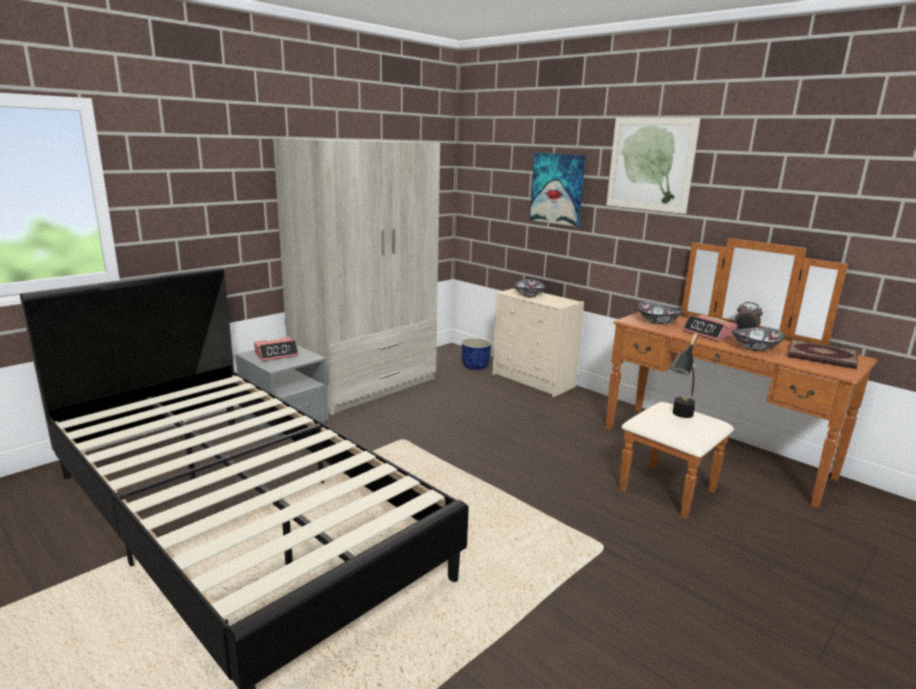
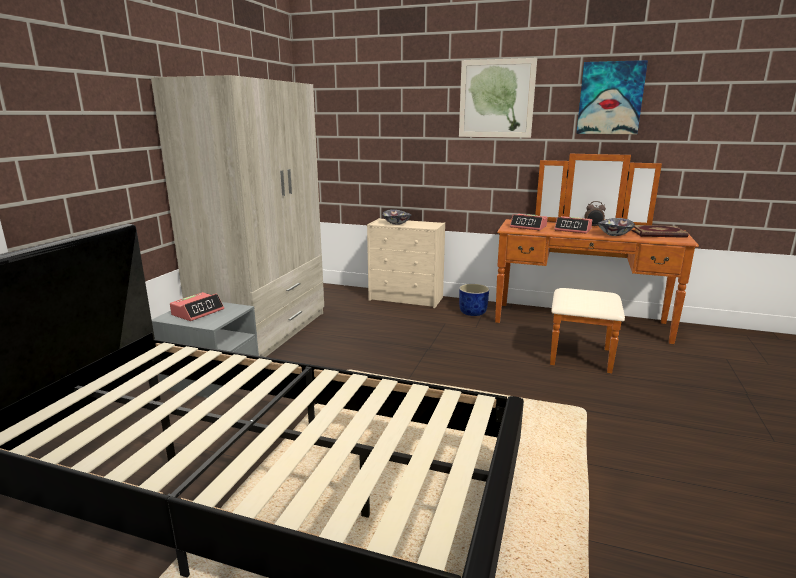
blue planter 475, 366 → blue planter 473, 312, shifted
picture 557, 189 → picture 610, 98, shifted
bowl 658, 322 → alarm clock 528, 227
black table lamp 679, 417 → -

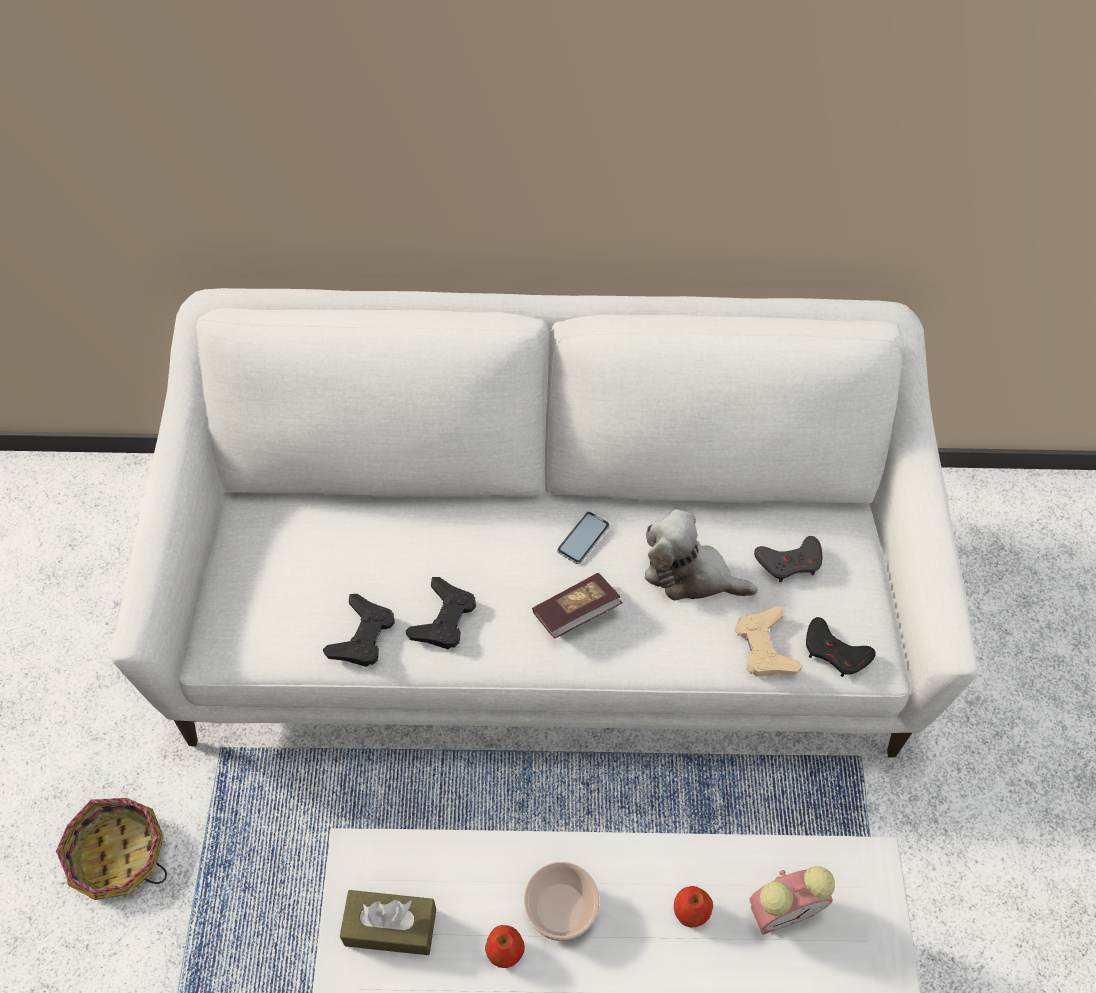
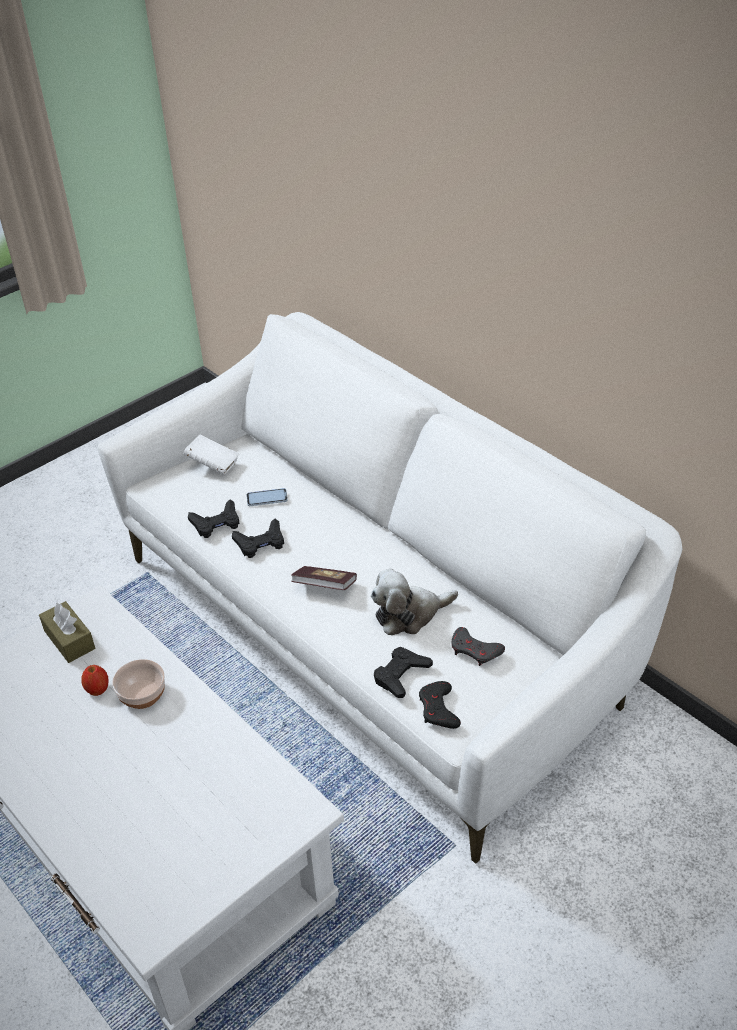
basket 118, 855 → -
phone 583, 538 → phone 267, 498, shifted
plush toy 690, 574 → plush toy 409, 614, 90 degrees counterclockwise
apple 690, 912 → -
beige game controller 764, 646 → black game controller 401, 675
alarm clock 784, 909 → -
- → white book 213, 464

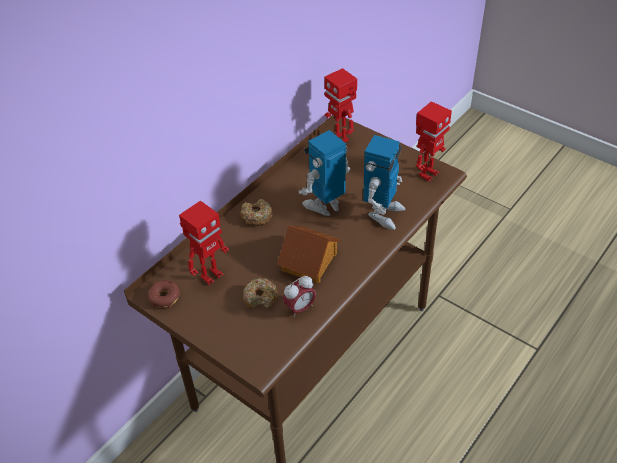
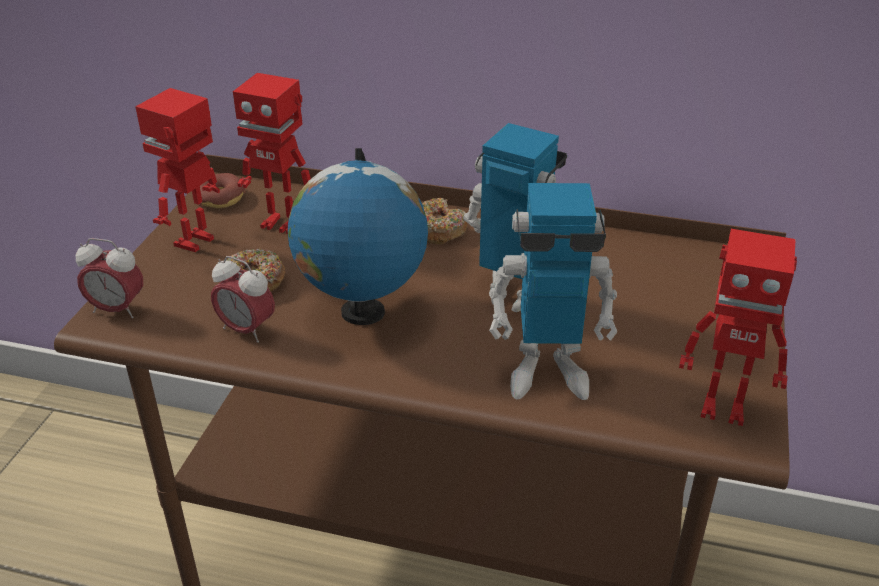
toy house 310, 262 → globe 362, 313
toy robot 340, 139 → toy robot 196, 242, shifted
- → alarm clock 117, 309

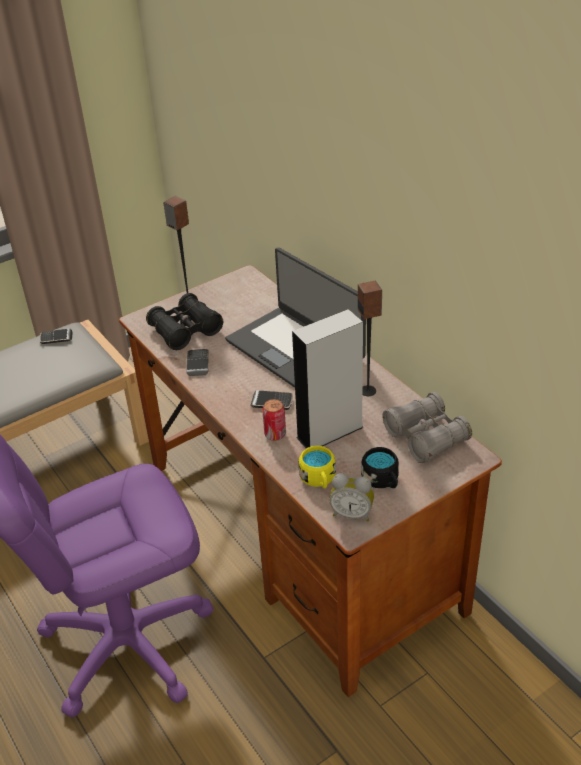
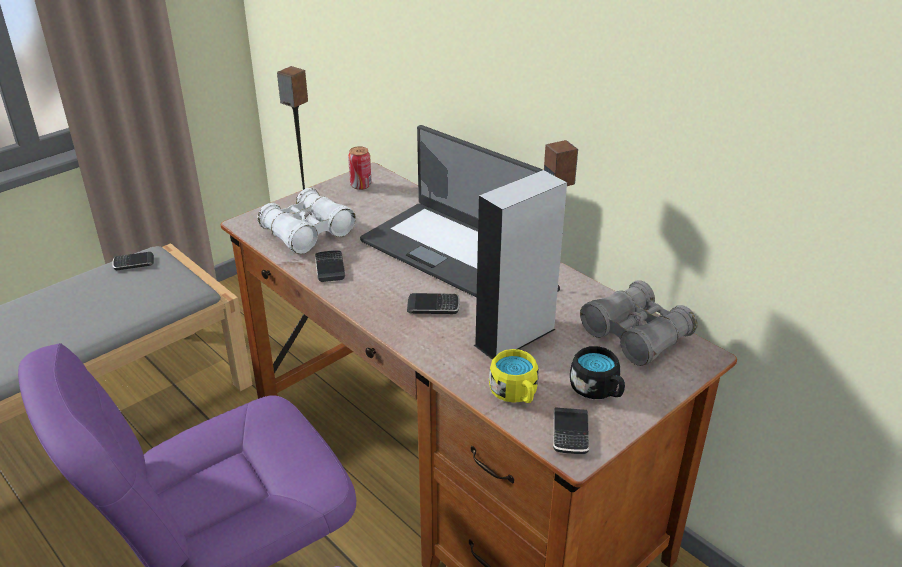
black binoculars 185, 331 → white binoculars 307, 233
can 275, 434 → can 361, 185, shifted
alarm clock 352, 513 → phone 570, 433

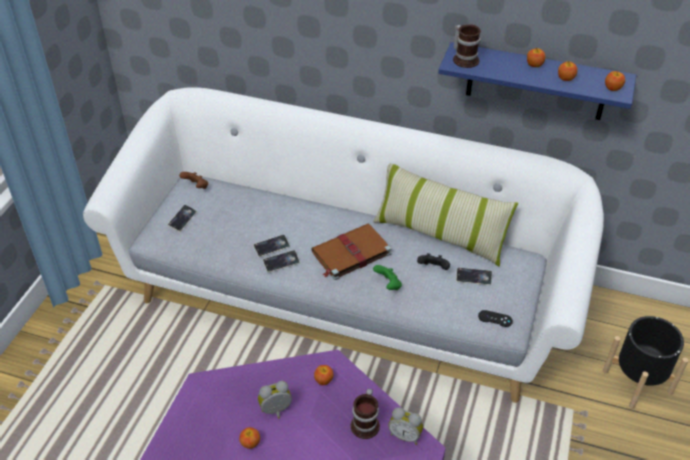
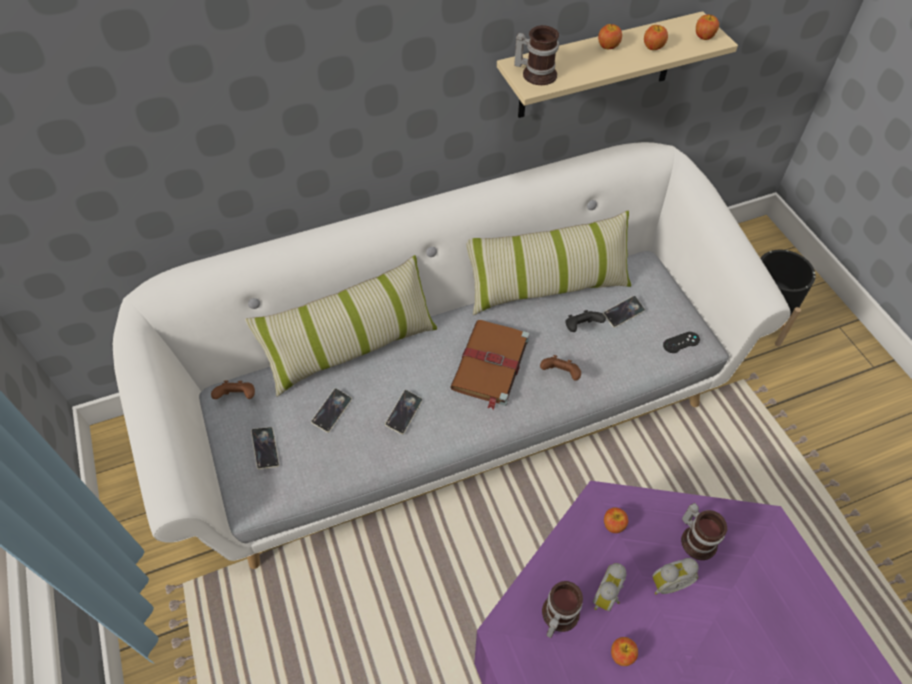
phone 281, 263 → phone 332, 412, shifted
green game controller 388, 285 → brown game controller 560, 374
alarm clock 405, 435 → alarm clock 668, 582, shifted
blue shelf 536, 82 → beige shelf 597, 67
- → pillow 351, 348
- → mug 557, 615

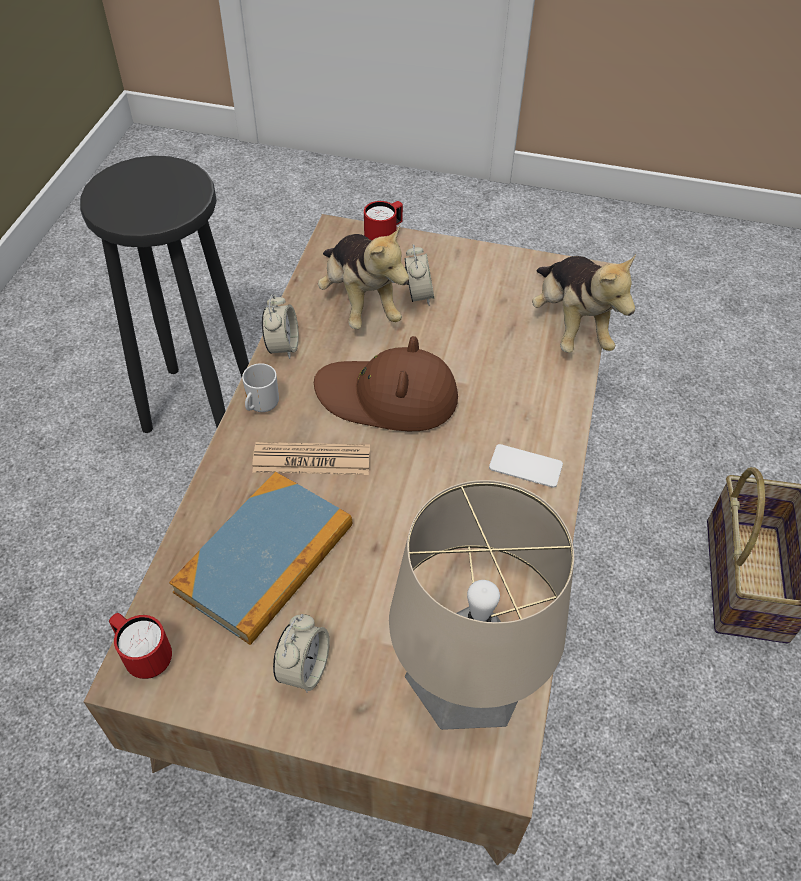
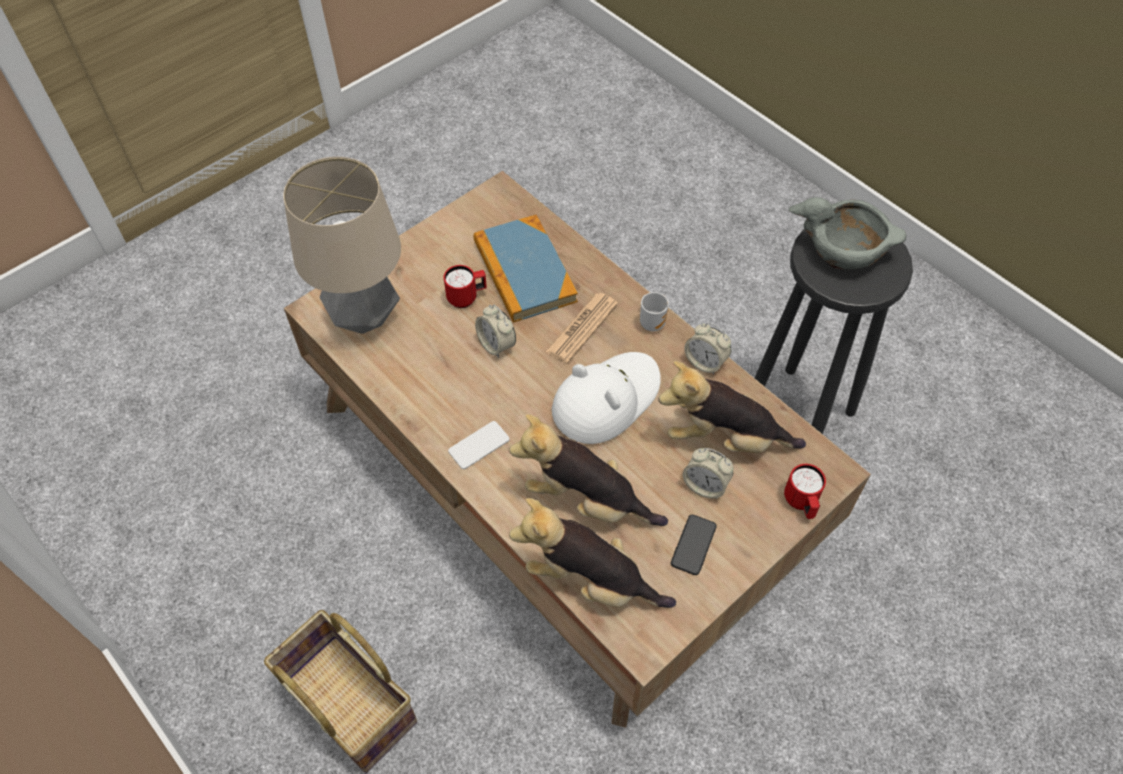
red mug 144, 656 → red mug 467, 297, shifted
alarm clock 304, 669 → alarm clock 496, 344, shifted
brown hat 387, 397 → white hat 606, 399
- → plush toy 586, 500
- → phone 693, 545
- → grey bowl 845, 249

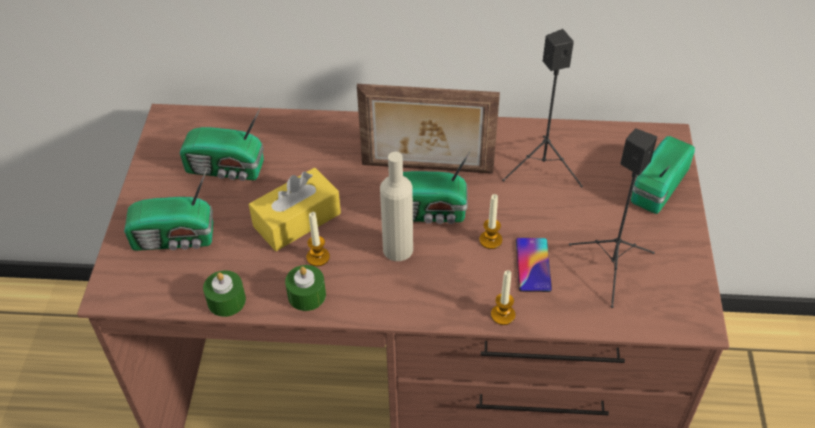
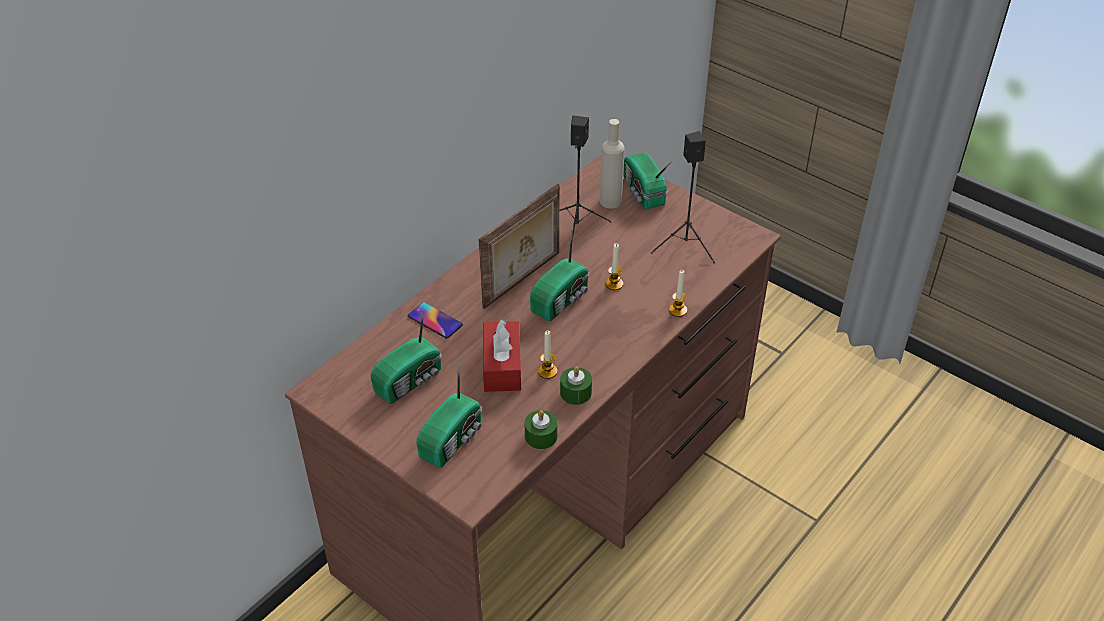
yellow tissue box 297, 220 → red tissue box 502, 366
beige bottle 398, 249 → beige bottle 610, 201, shifted
phone 533, 265 → phone 435, 320, shifted

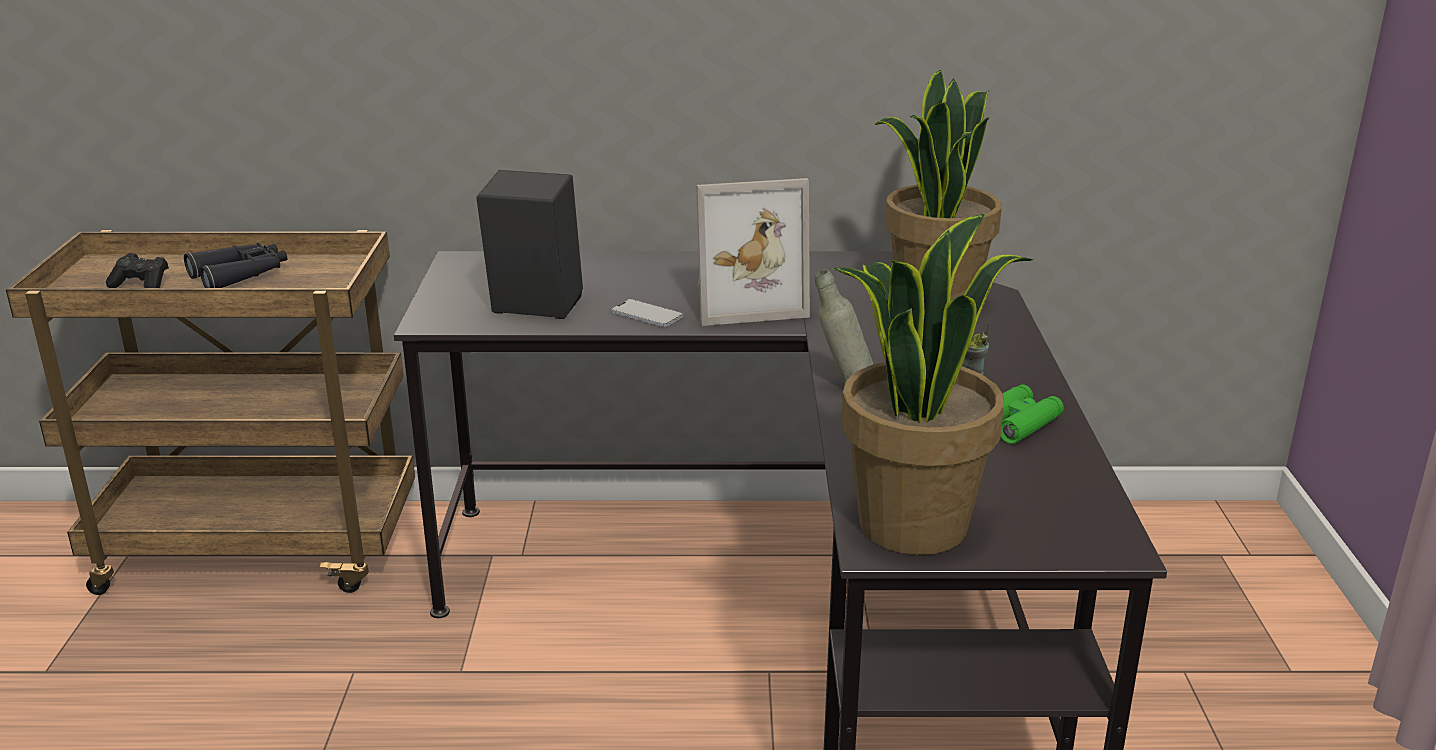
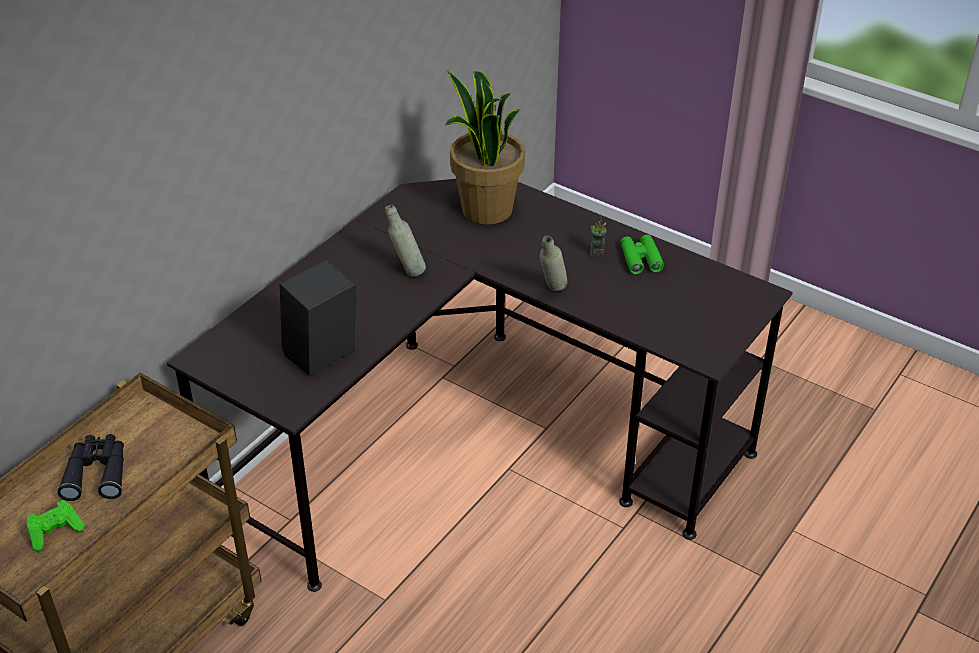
black game controller 142, 286 → green game controller 55, 532
phone 647, 315 → -
picture frame 745, 301 → grey bottle 407, 271
potted plant 912, 524 → -

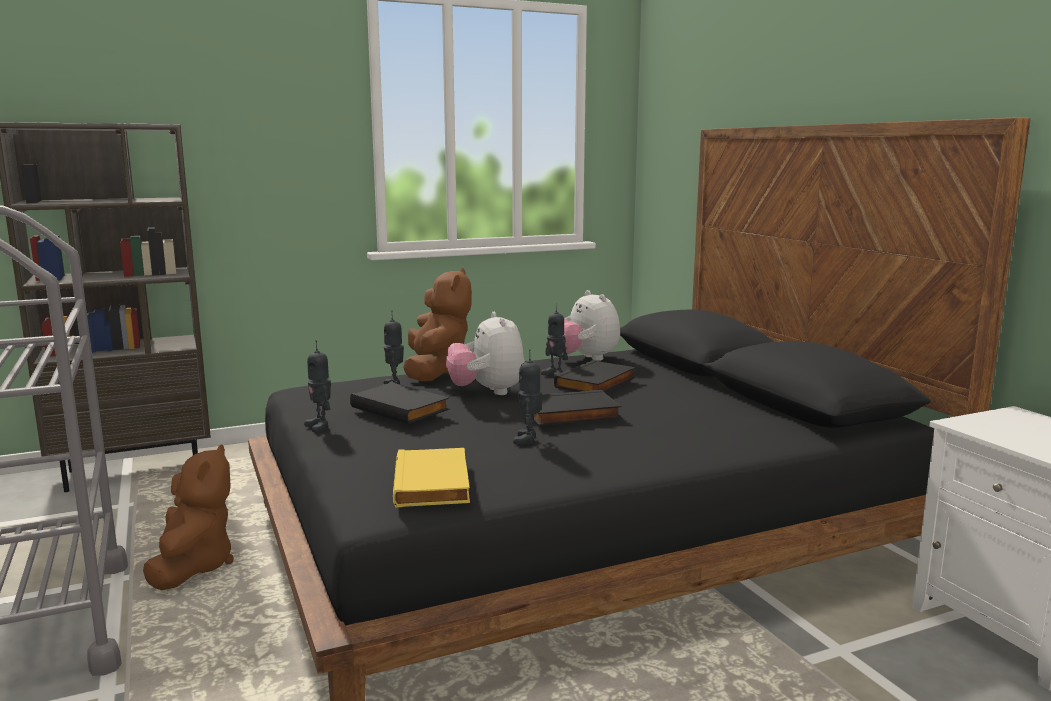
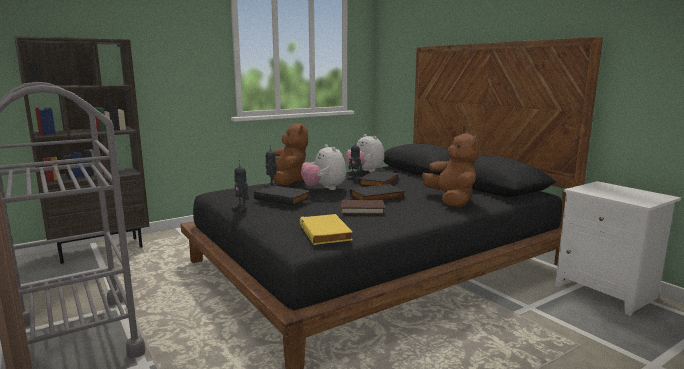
brown plush toy 193, 566 → brown plush toy 451, 201, shifted
toy robot 528, 440 → brown book 362, 210

